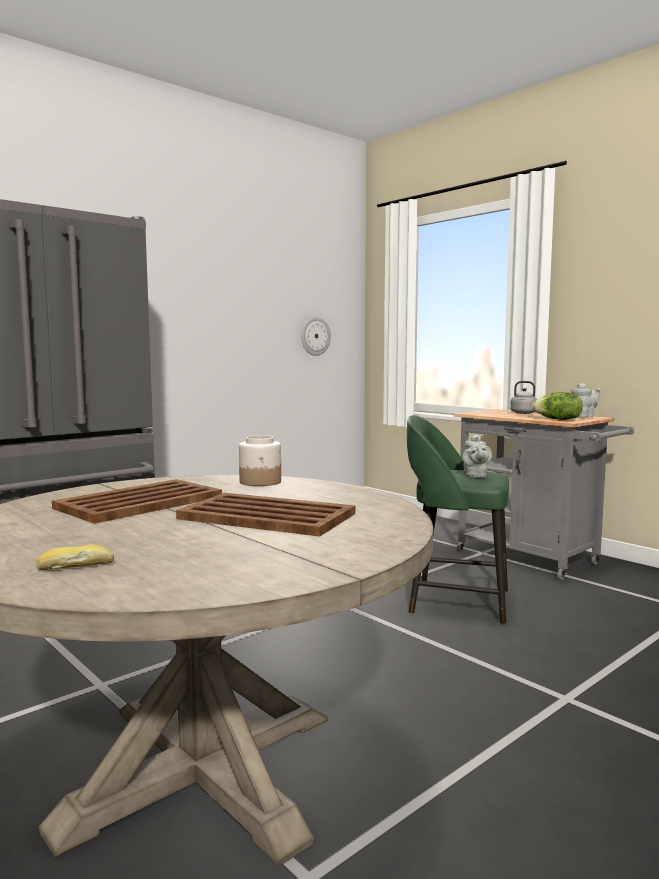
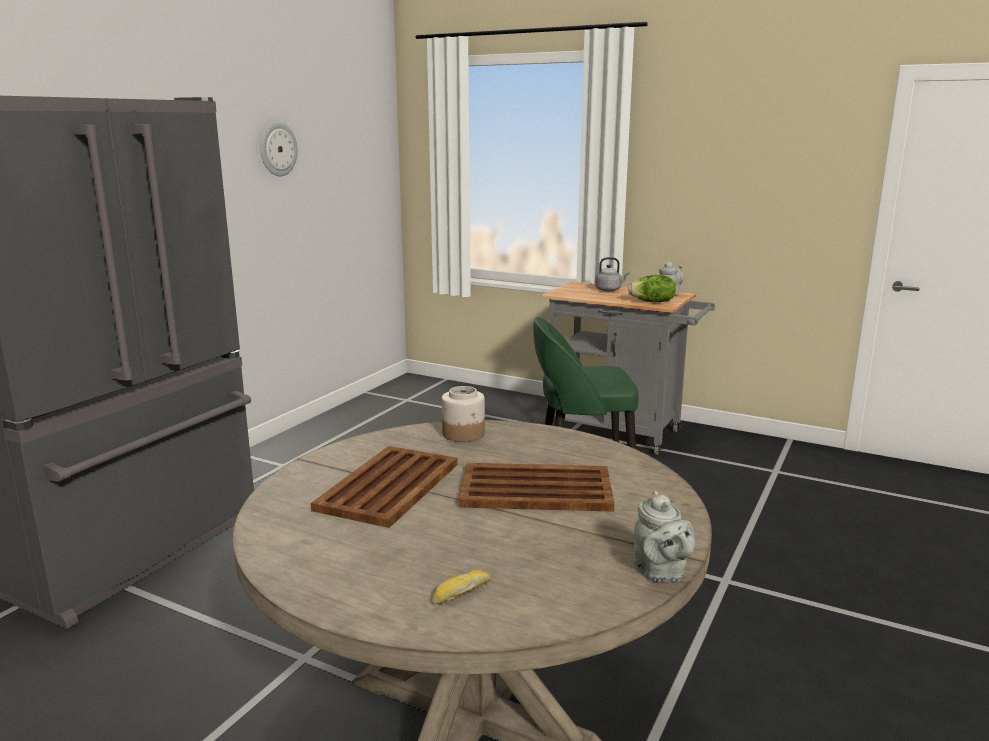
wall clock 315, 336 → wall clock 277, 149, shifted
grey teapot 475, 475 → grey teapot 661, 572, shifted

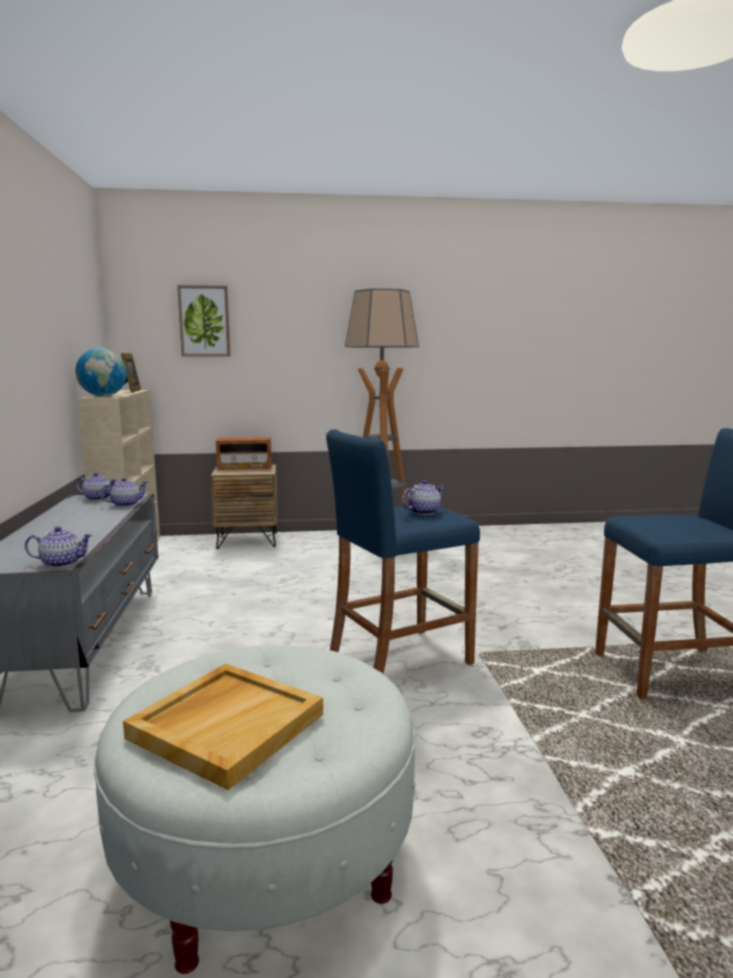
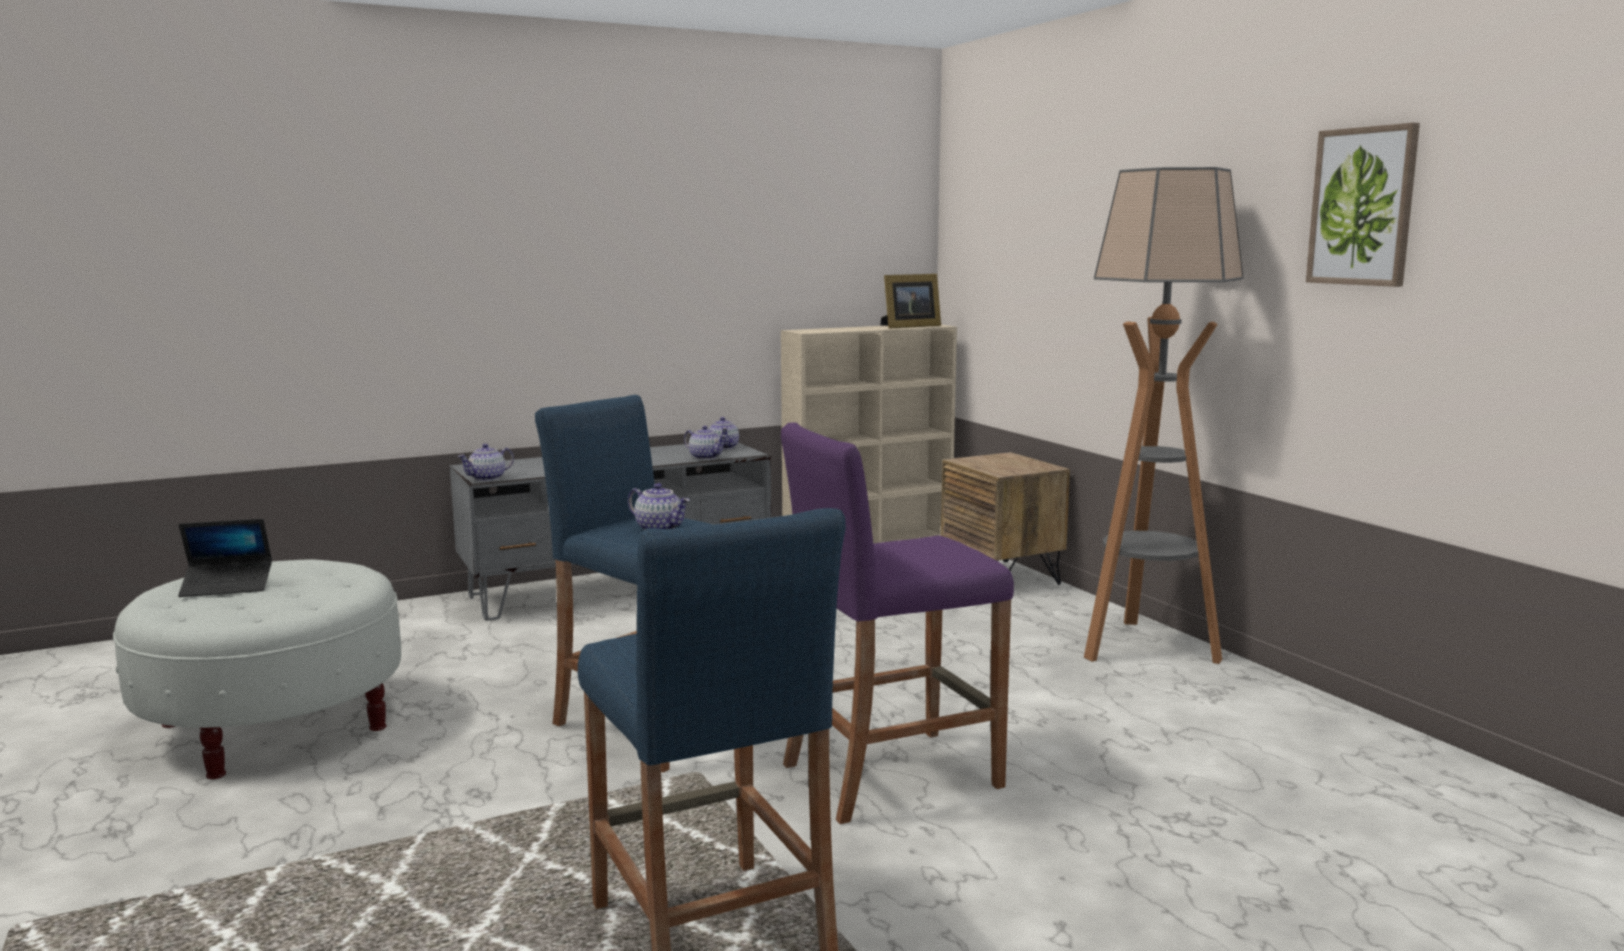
teapot 61, 563 → teapot 488, 478, 75 degrees clockwise
globe 103, 396 → -
beige tray 227, 725 → laptop 227, 586
picture 204, 321 → picture 1362, 206, shifted
radio 245, 467 → -
- → purple stool 891, 775

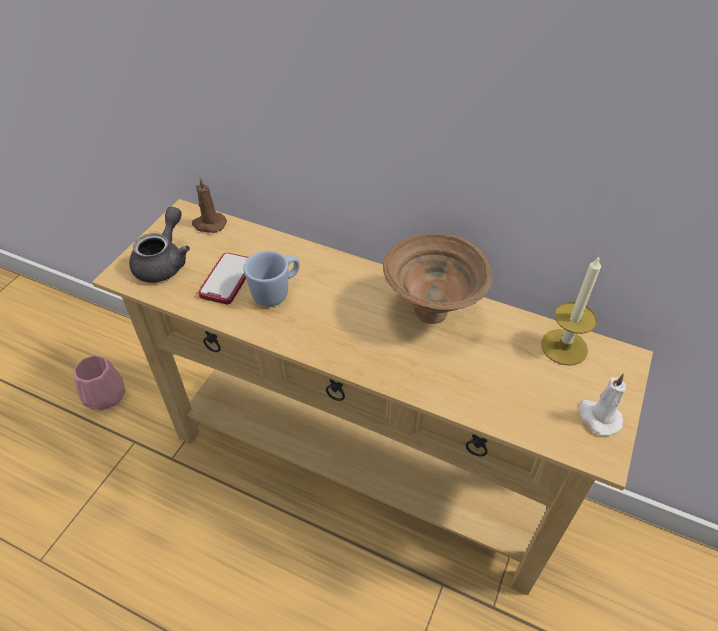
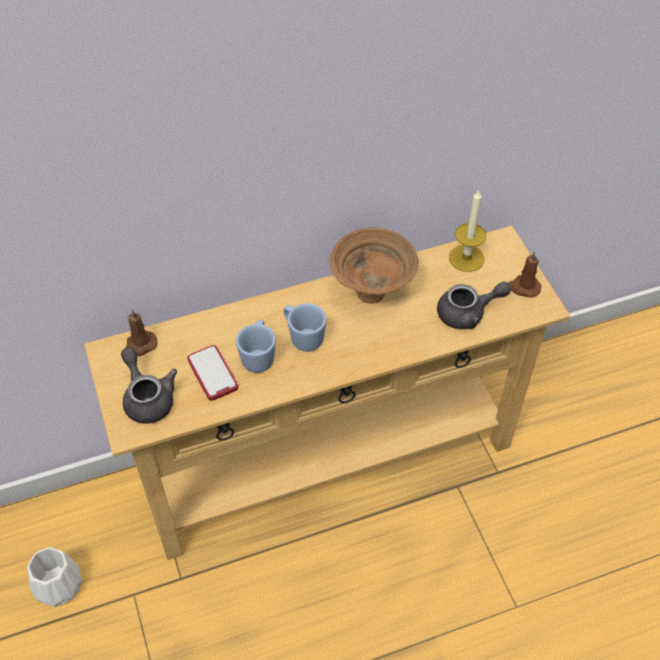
pink vase 106, 395 → white vase 60, 584
white candle 598, 417 → brown candle 523, 287
- → blue mug 303, 337
- → grey teapot 468, 313

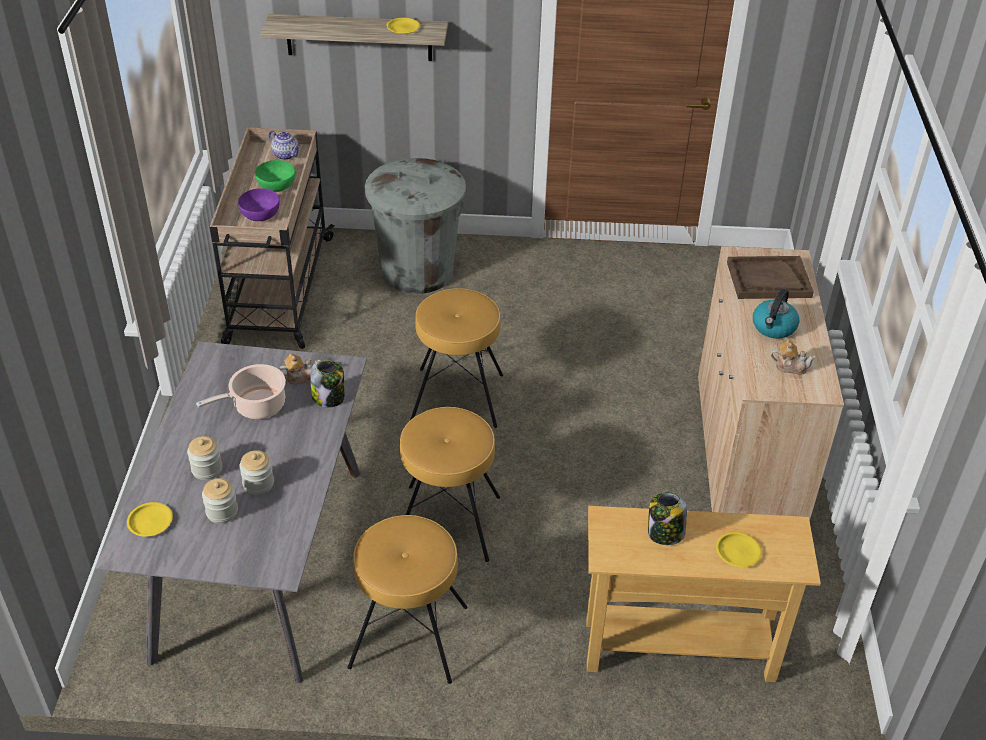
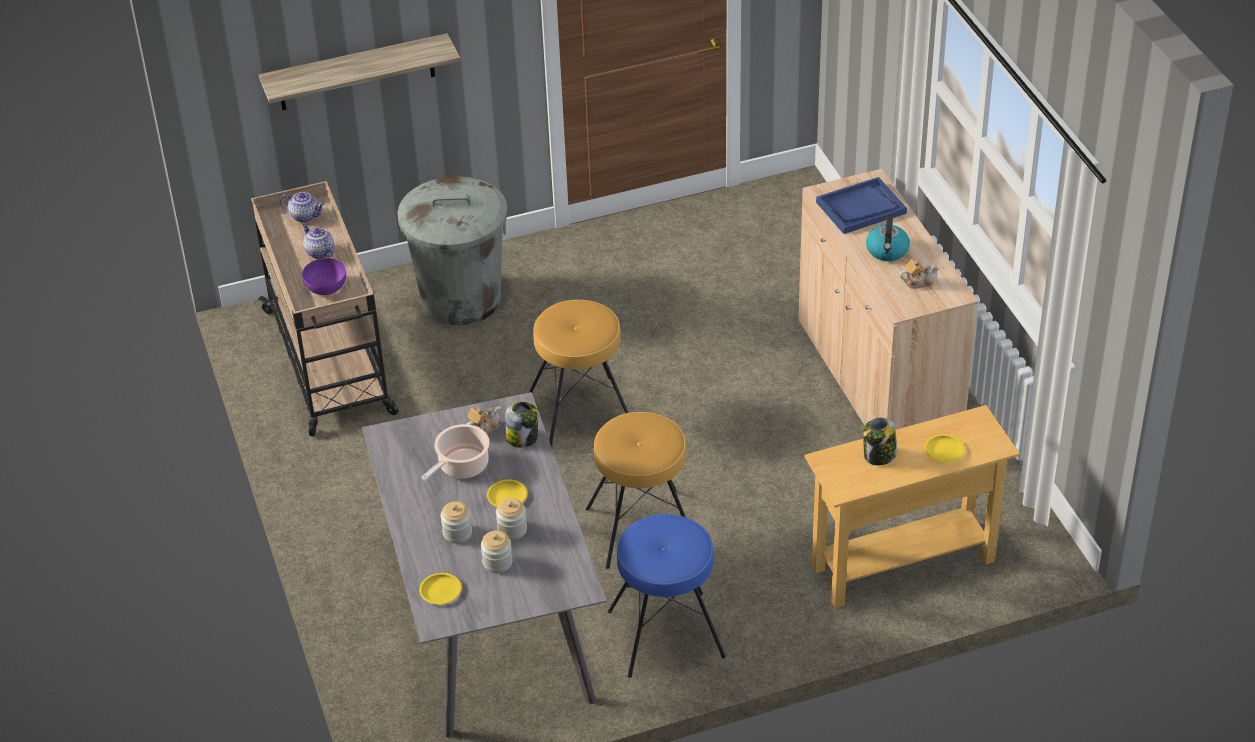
green bowl 276, 186 → teapot 319, 252
brown stool 408, 637 → blue stool 666, 634
yellow plate 403, 28 → yellow plate 507, 497, shifted
brown tray 768, 280 → blue tray 861, 208

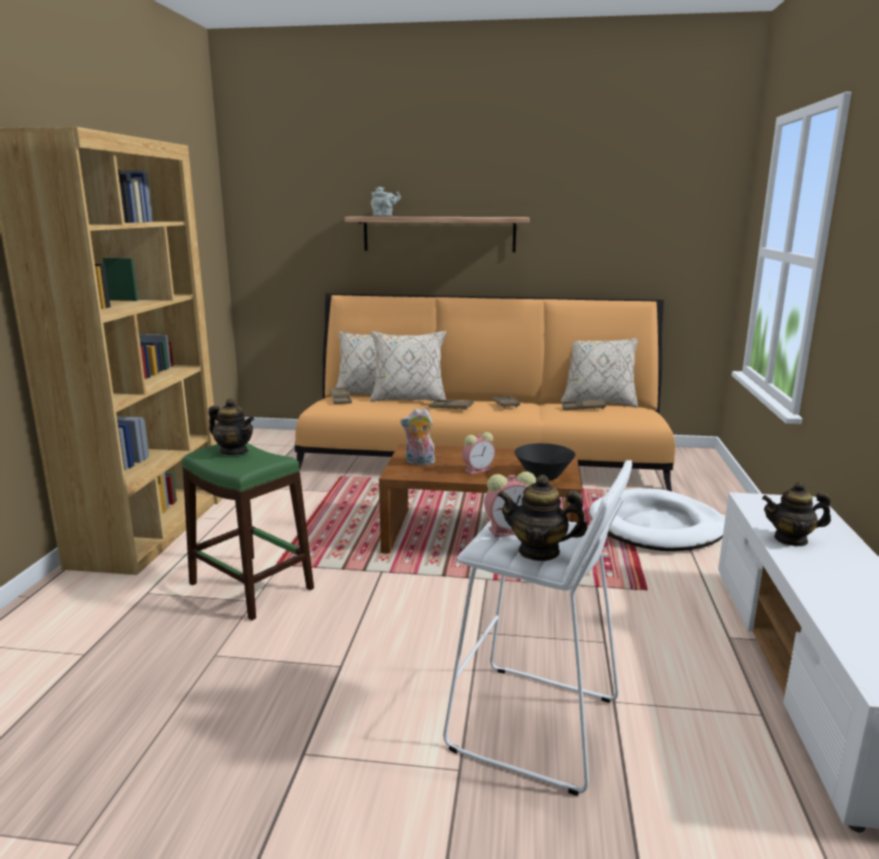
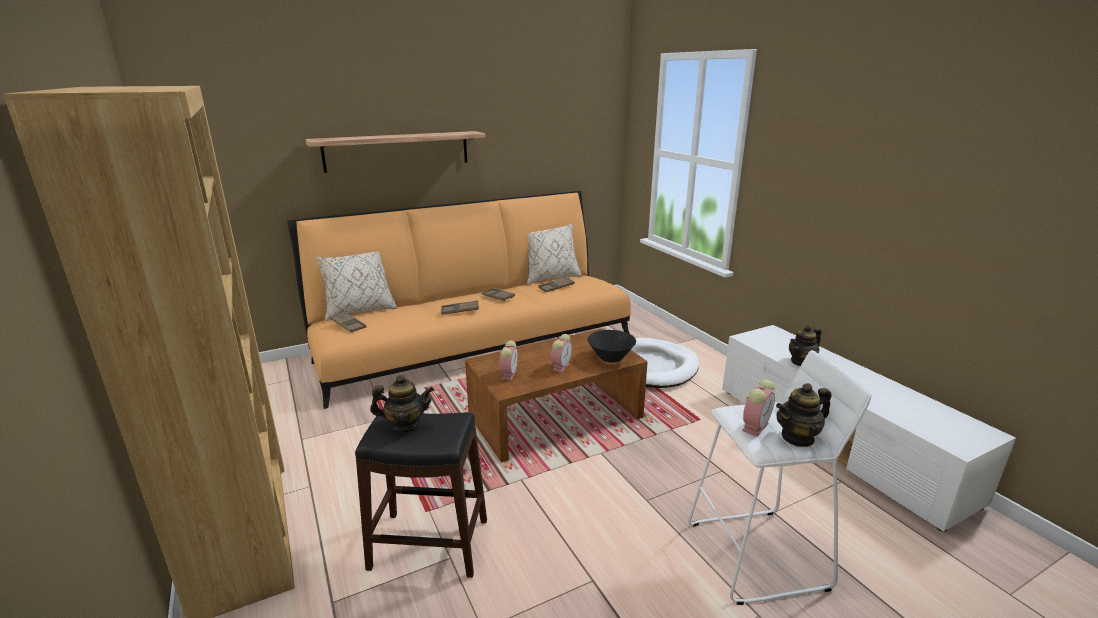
green stool 251, 586 → black stool 429, 544
beige pillow 408, 399 → -
grey teapot 384, 216 → -
plush toy 419, 463 → alarm clock 508, 374

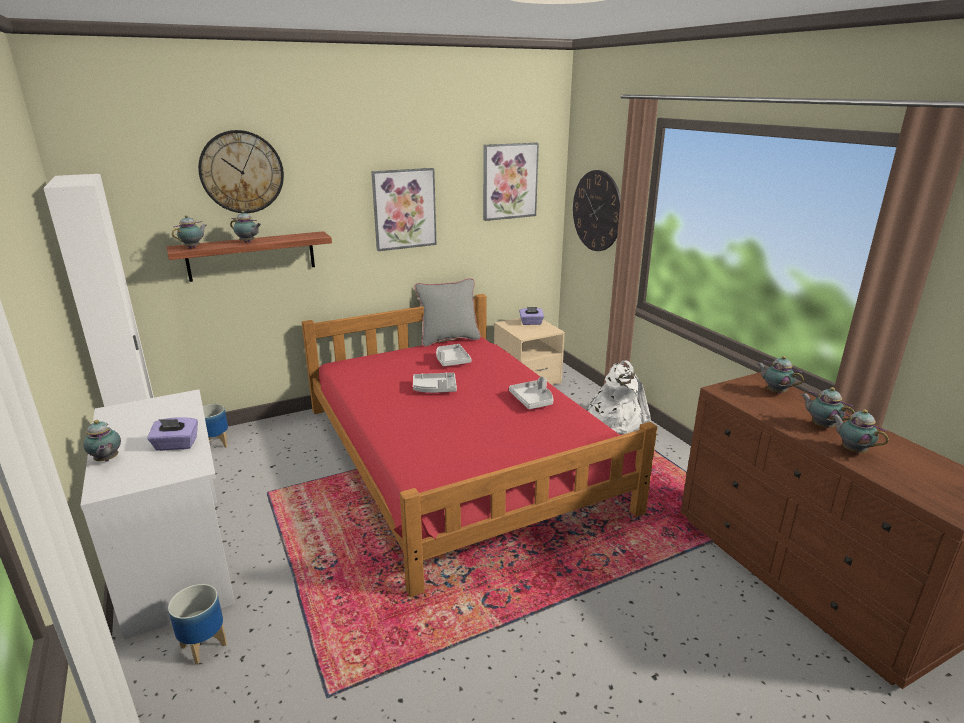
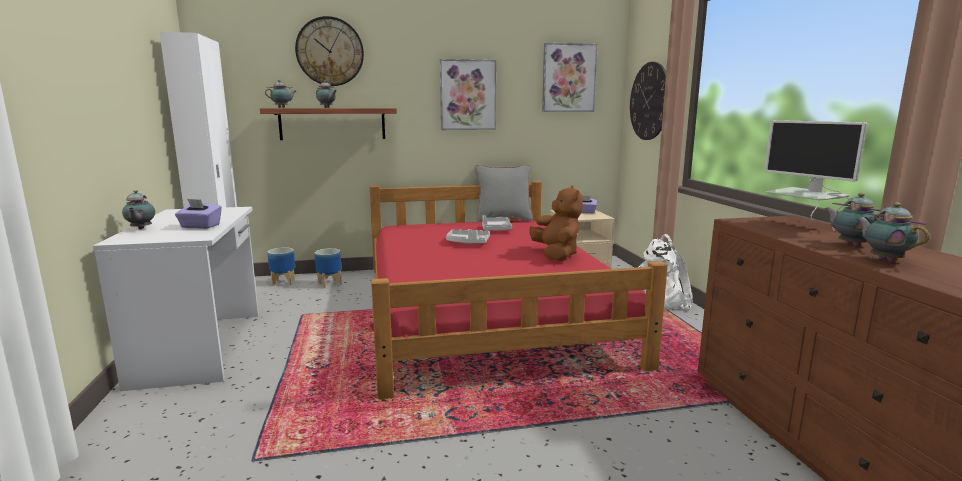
planter 204, 646 → planter 329, 284, shifted
grey tray 533, 400 → brown plush toy 556, 255
teapot 774, 391 → monitor 803, 225

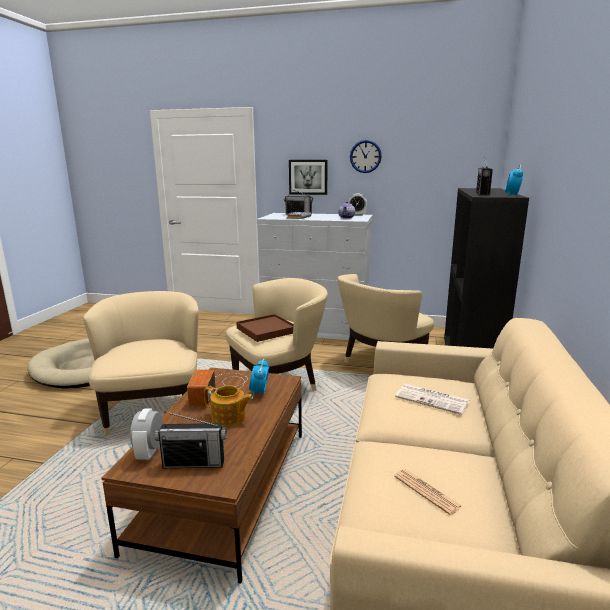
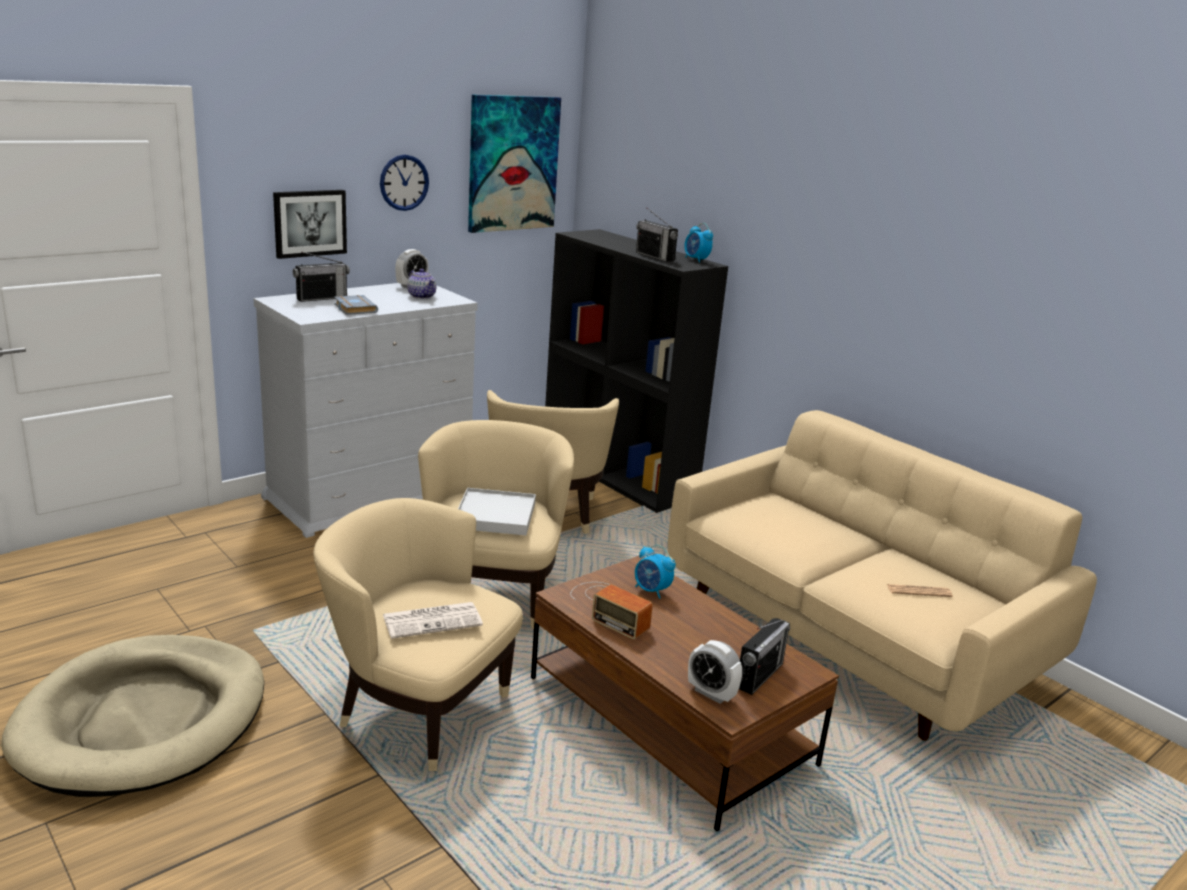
teapot 229, 418 → -
brown tray 266, 330 → white tray 495, 516
newspaper 433, 399 → newspaper 433, 620, shifted
- → picture 513, 163

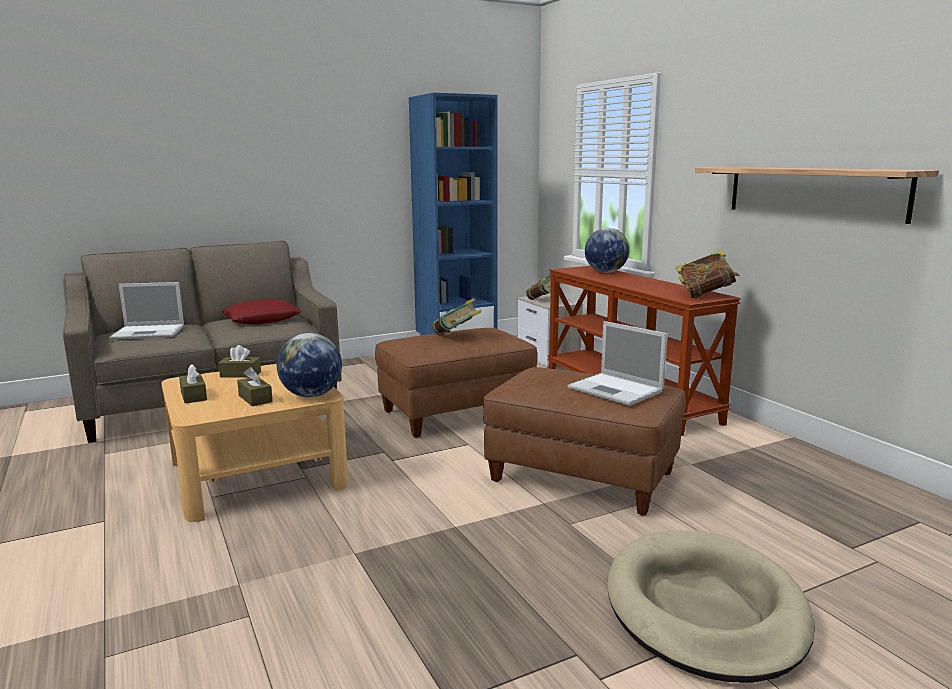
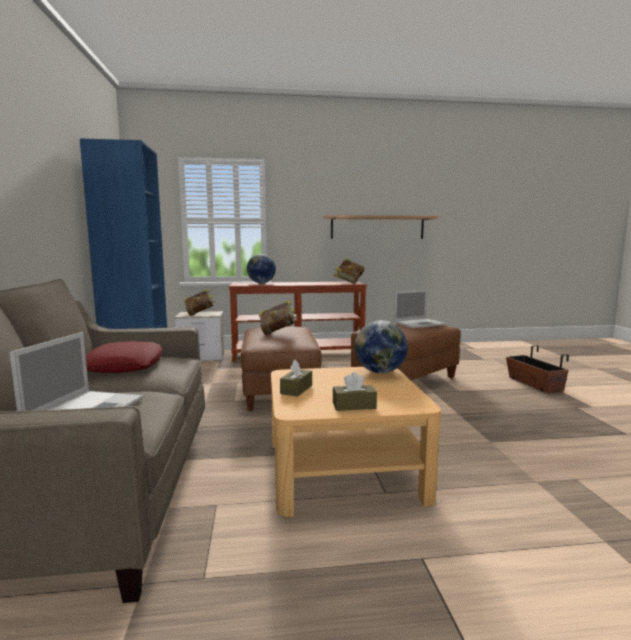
brown tissue box 255, 399 → -
beige dog bed 705, 609 → planter 534, 384

